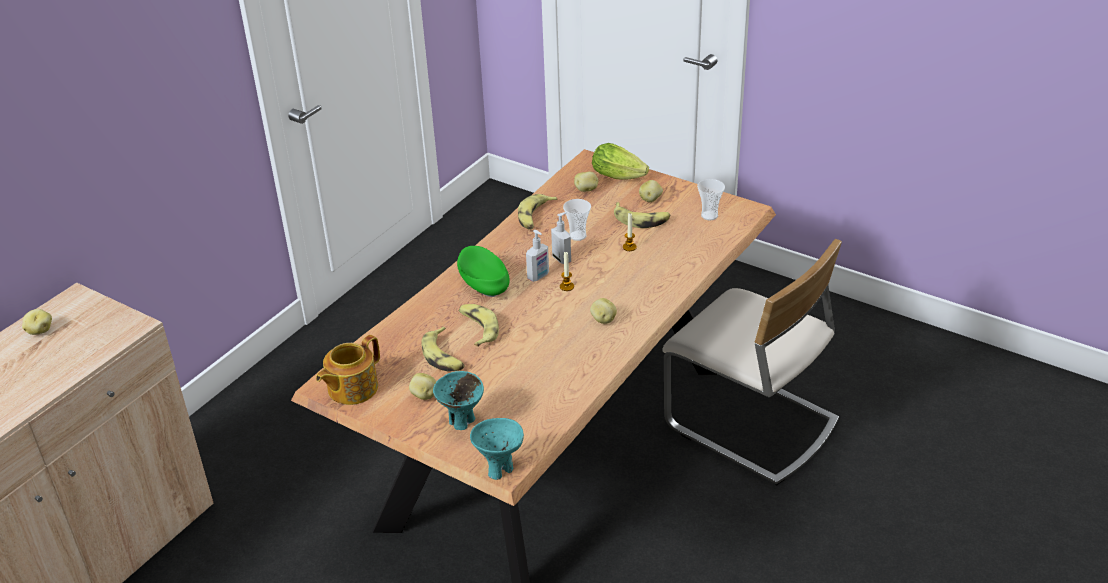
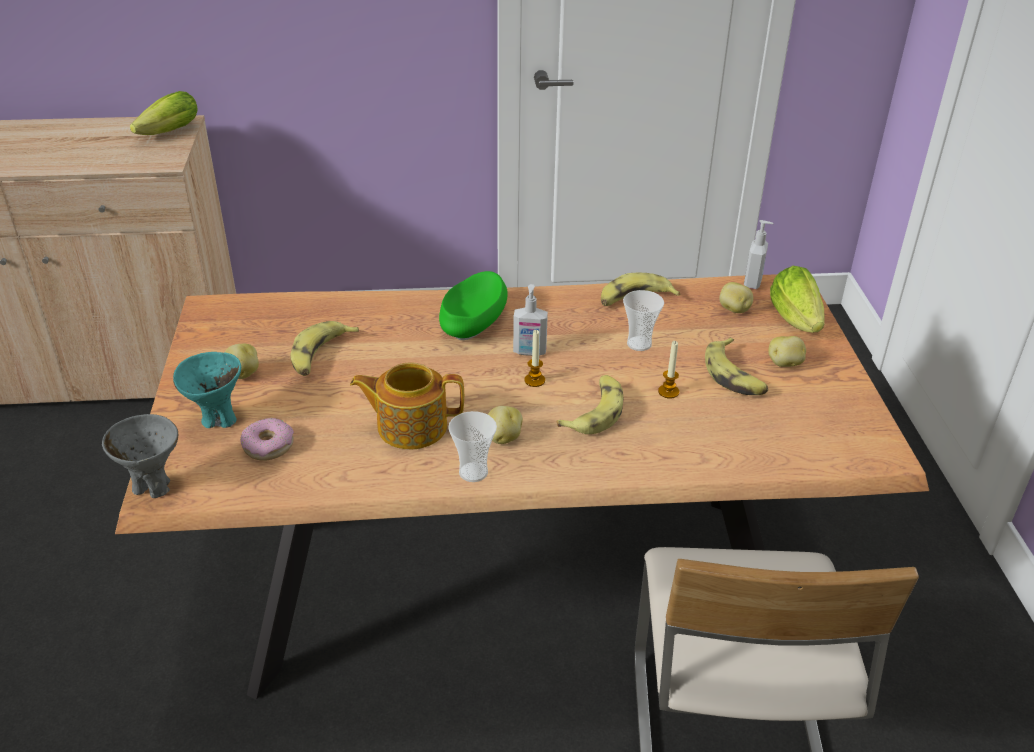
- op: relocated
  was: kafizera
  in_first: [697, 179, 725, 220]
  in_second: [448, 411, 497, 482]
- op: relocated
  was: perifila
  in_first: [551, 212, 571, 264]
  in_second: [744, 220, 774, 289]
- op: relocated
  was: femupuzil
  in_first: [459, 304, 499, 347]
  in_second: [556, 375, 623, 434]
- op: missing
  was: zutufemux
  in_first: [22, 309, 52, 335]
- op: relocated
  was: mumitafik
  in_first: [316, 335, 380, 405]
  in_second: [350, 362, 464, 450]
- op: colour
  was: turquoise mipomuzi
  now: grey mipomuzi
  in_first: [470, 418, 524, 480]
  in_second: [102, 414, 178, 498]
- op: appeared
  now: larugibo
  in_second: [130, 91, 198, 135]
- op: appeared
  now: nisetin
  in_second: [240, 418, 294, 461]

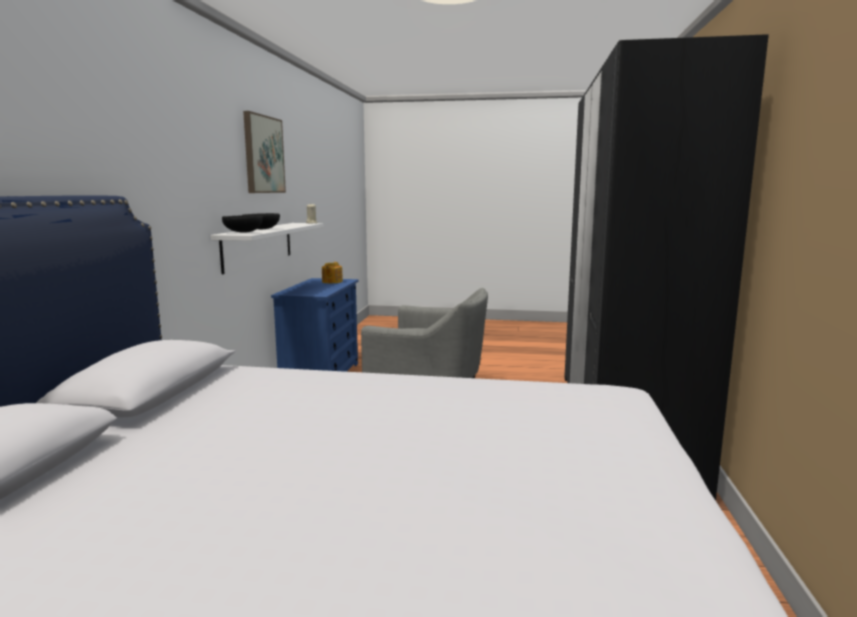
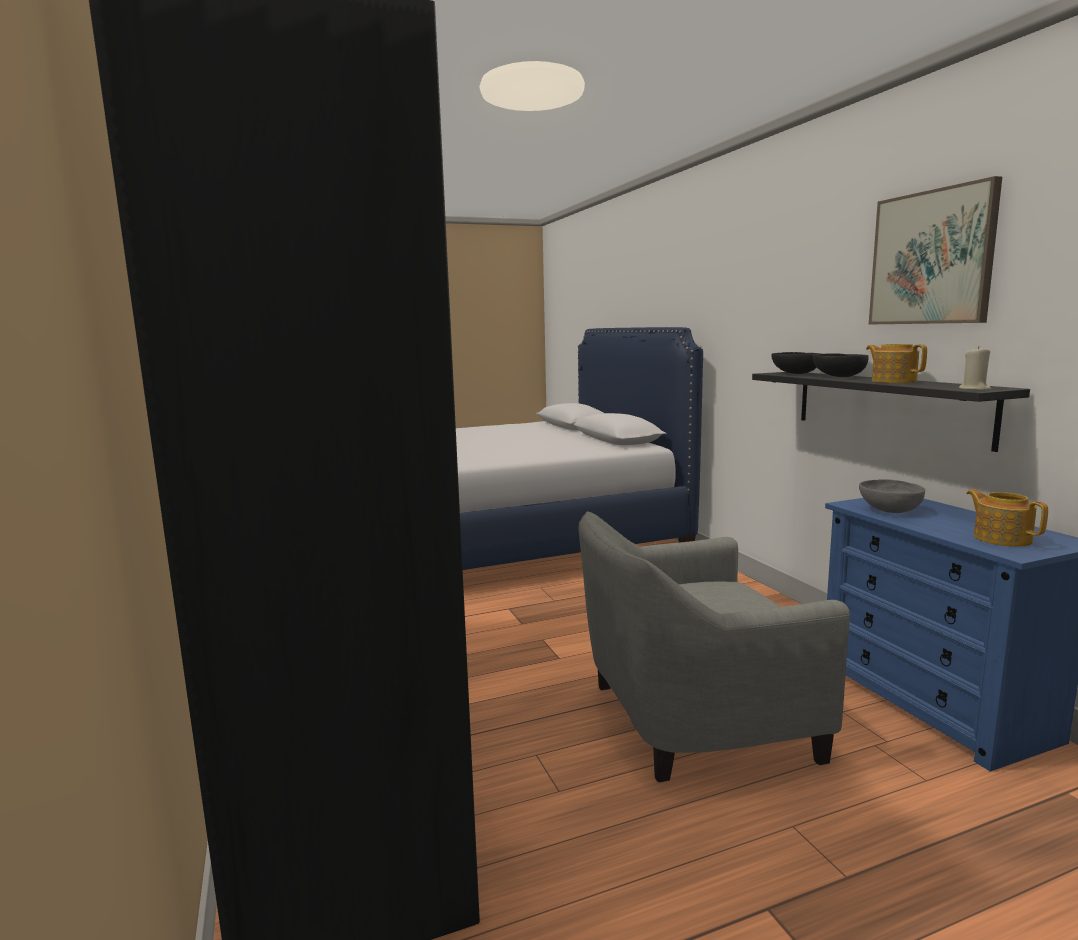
- op: colour
  was: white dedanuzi
  now: black dedanuzi
  in_first: [211, 223, 324, 274]
  in_second: [752, 372, 1030, 452]
- op: appeared
  now: mumitafik
  in_second: [866, 344, 927, 383]
- op: appeared
  now: grey mipomuzi
  in_second: [859, 479, 925, 513]

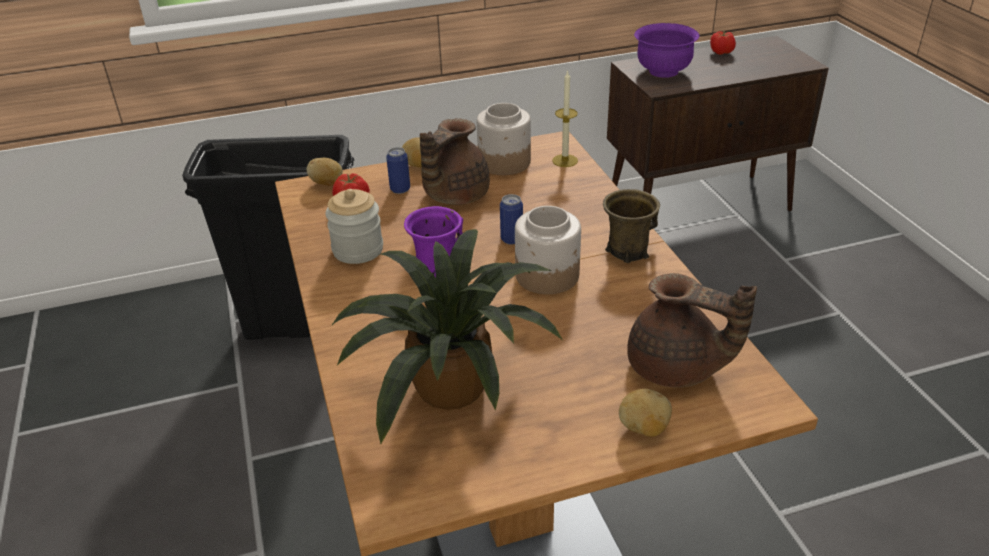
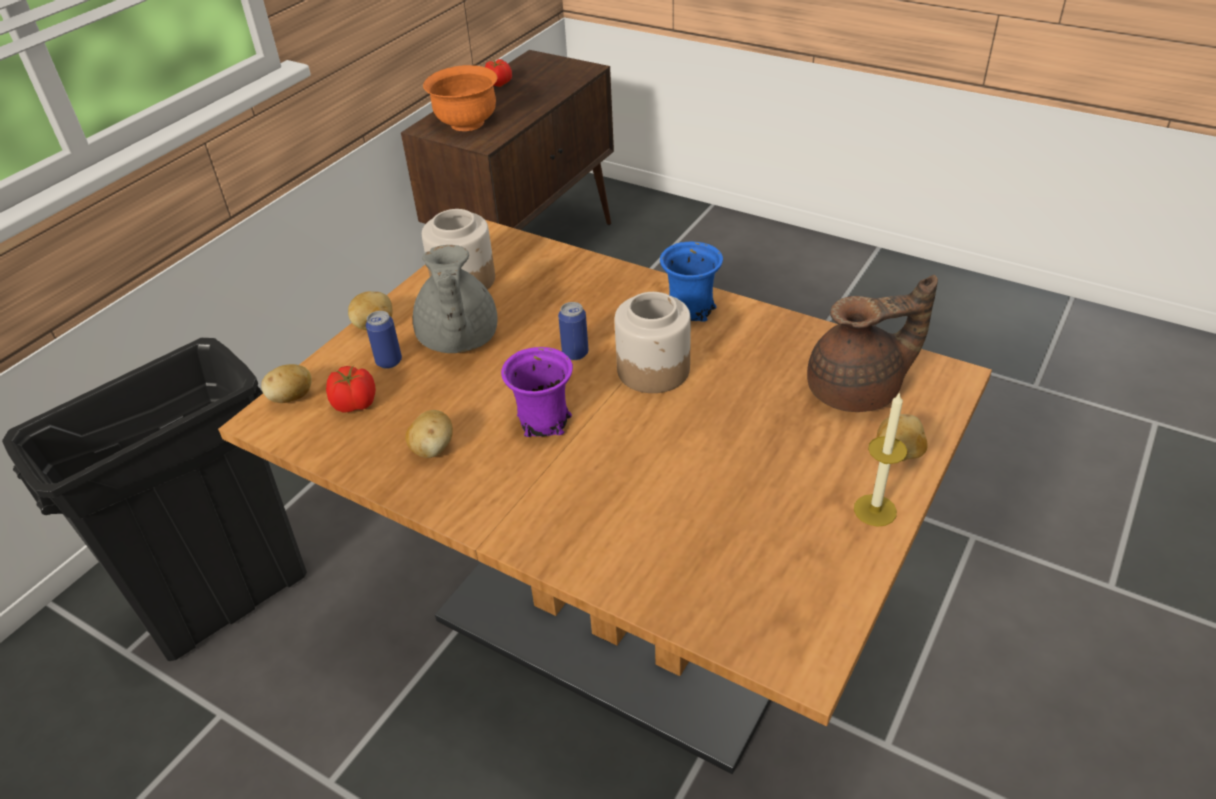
- op: colour
  was: purple mipomuzi
  now: orange mipomuzi
  in_first: [634, 23, 700, 78]
  in_second: [423, 65, 497, 131]
- op: relocated
  was: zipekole
  in_first: [552, 70, 578, 167]
  in_second: [854, 392, 907, 527]
- op: colour
  was: brown mumitafik
  now: grey mumitafik
  in_first: [420, 118, 490, 205]
  in_second: [413, 245, 497, 353]
- op: exchanged
  was: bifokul
  now: zutufemux
  in_first: [325, 189, 383, 264]
  in_second: [405, 410, 453, 458]
- op: colour
  was: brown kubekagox
  now: blue kubekagox
  in_first: [603, 189, 660, 263]
  in_second: [660, 241, 723, 322]
- op: missing
  was: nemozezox
  in_first: [331, 229, 563, 444]

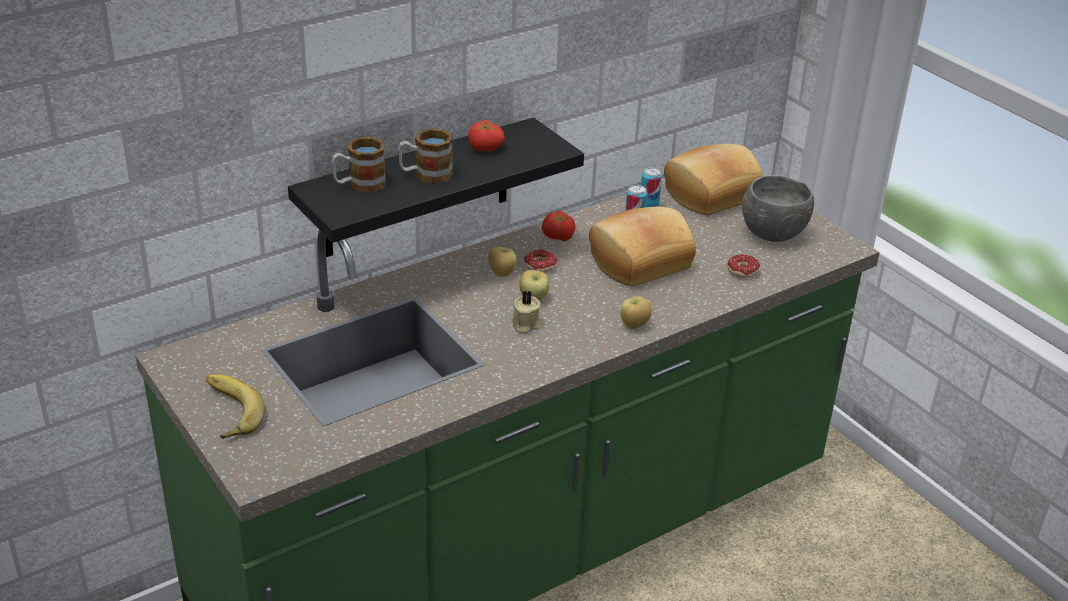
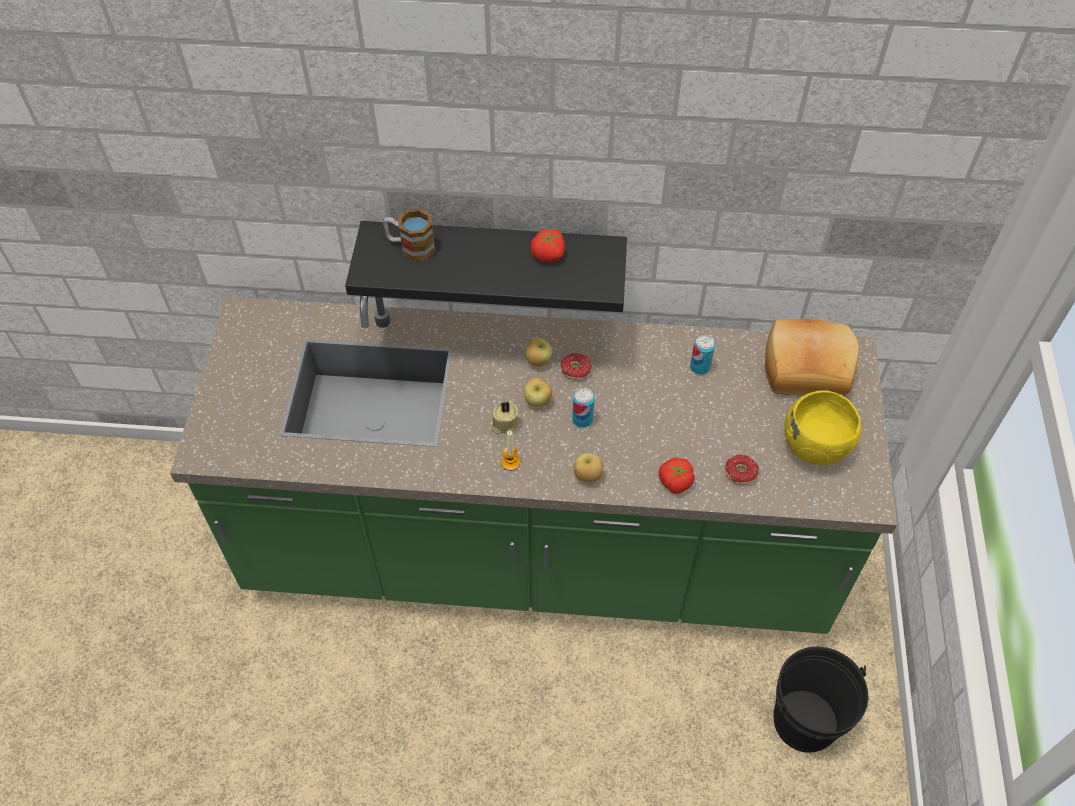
- op: missing
  was: kubekagox
  in_first: [398, 128, 453, 184]
- op: relocated
  was: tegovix
  in_first: [641, 167, 662, 207]
  in_second: [572, 388, 595, 428]
- op: colour
  was: grey mipomuzi
  now: yellow mipomuzi
  in_first: [742, 175, 814, 242]
  in_second: [784, 390, 861, 465]
- op: missing
  was: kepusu
  in_first: [589, 207, 696, 286]
- op: relocated
  was: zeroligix
  in_first: [542, 211, 575, 241]
  in_second: [659, 457, 695, 494]
- op: missing
  was: femupuzil
  in_first: [206, 374, 265, 439]
- op: appeared
  now: zipekole
  in_second: [501, 430, 520, 471]
- op: appeared
  now: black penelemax
  in_second: [773, 647, 869, 753]

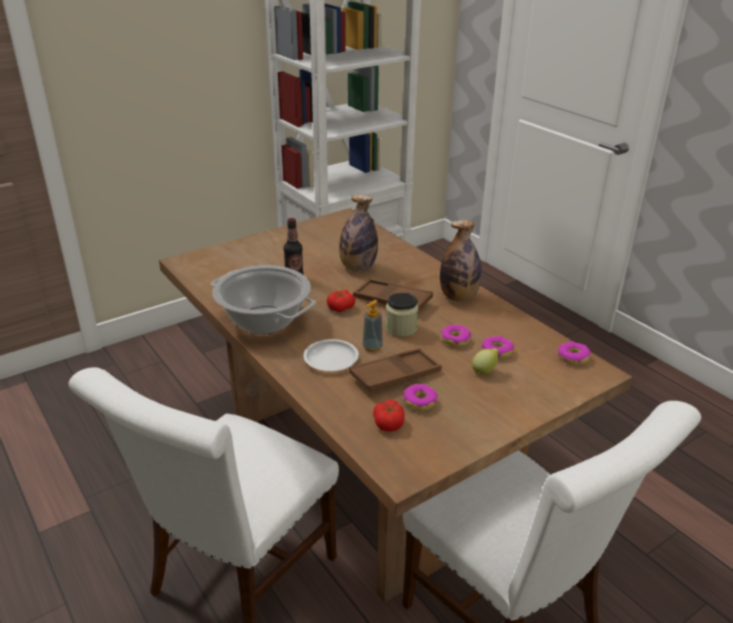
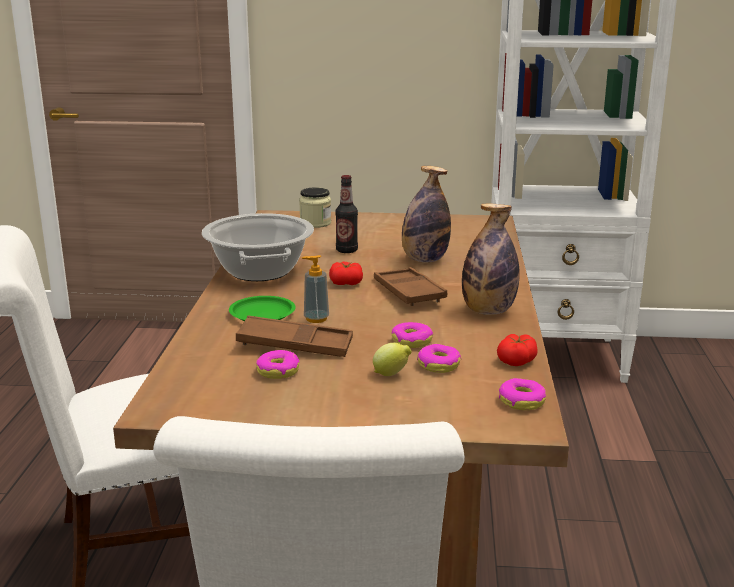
- op: relocated
  was: bifokul
  in_first: [385, 293, 419, 337]
  in_second: [299, 187, 331, 228]
- op: colour
  was: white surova
  now: green surova
  in_first: [304, 339, 359, 371]
  in_second: [229, 296, 295, 321]
- op: relocated
  was: zeroligix
  in_first: [373, 400, 405, 431]
  in_second: [497, 334, 538, 366]

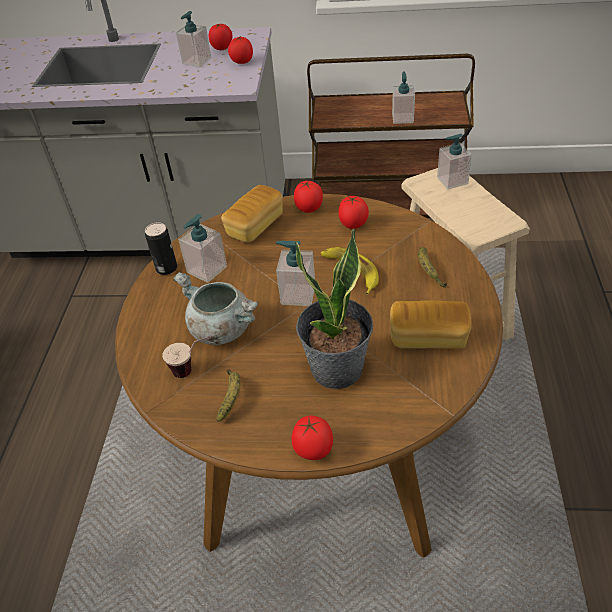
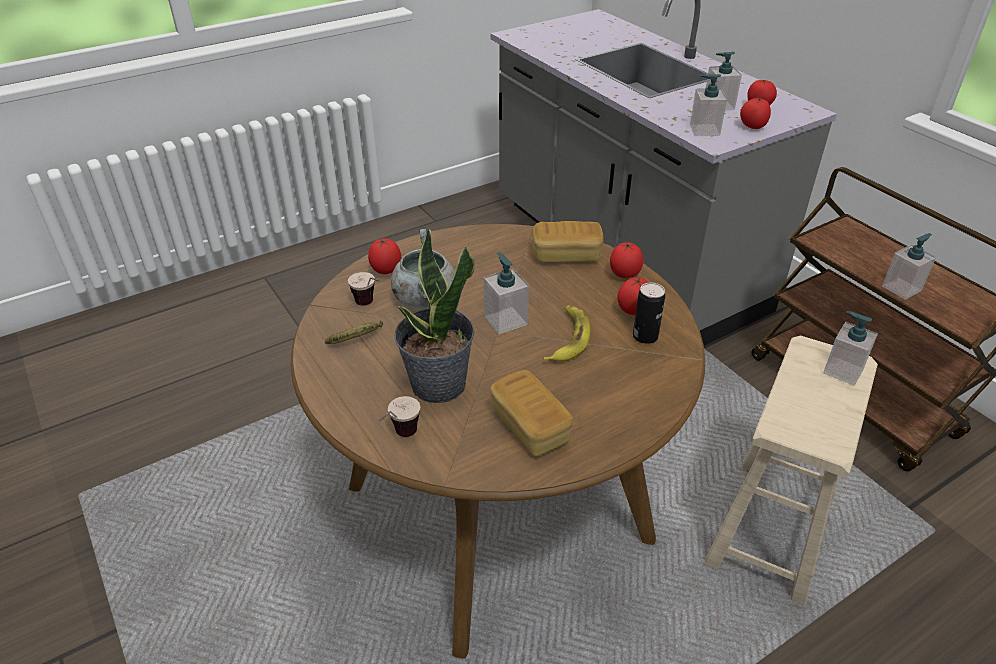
- op: relocated
  was: perifila
  in_first: [178, 214, 227, 283]
  in_second: [690, 74, 727, 136]
- op: relocated
  was: tegovix
  in_first: [145, 222, 177, 275]
  in_second: [633, 283, 665, 344]
- op: missing
  was: femupuzil
  in_first: [418, 247, 447, 288]
- op: relocated
  was: zeroligix
  in_first: [291, 416, 333, 460]
  in_second: [368, 238, 401, 274]
- op: appeared
  now: kafizera
  in_second: [378, 396, 420, 437]

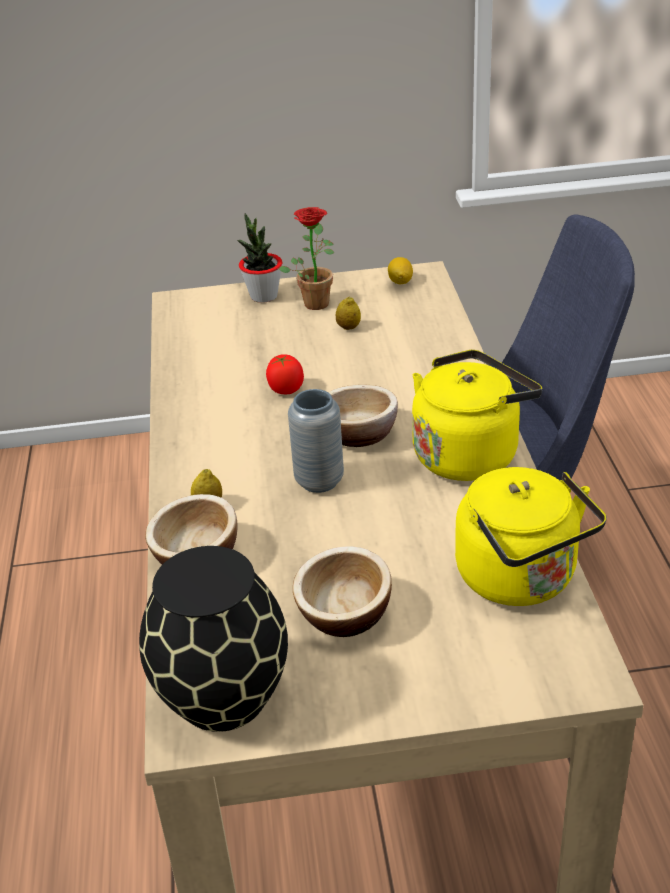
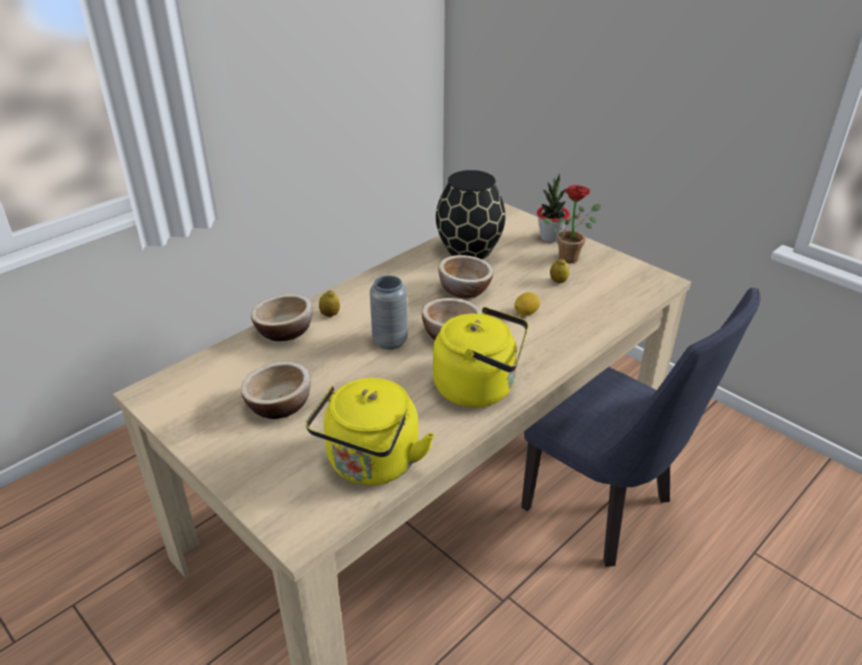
- op: relocated
  was: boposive
  in_first: [388, 257, 413, 284]
  in_second: [514, 292, 540, 316]
- op: exchanged
  was: zeroligix
  now: mipomuzi
  in_first: [266, 354, 304, 394]
  in_second: [439, 255, 494, 298]
- op: relocated
  was: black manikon
  in_first: [139, 546, 288, 732]
  in_second: [436, 170, 505, 259]

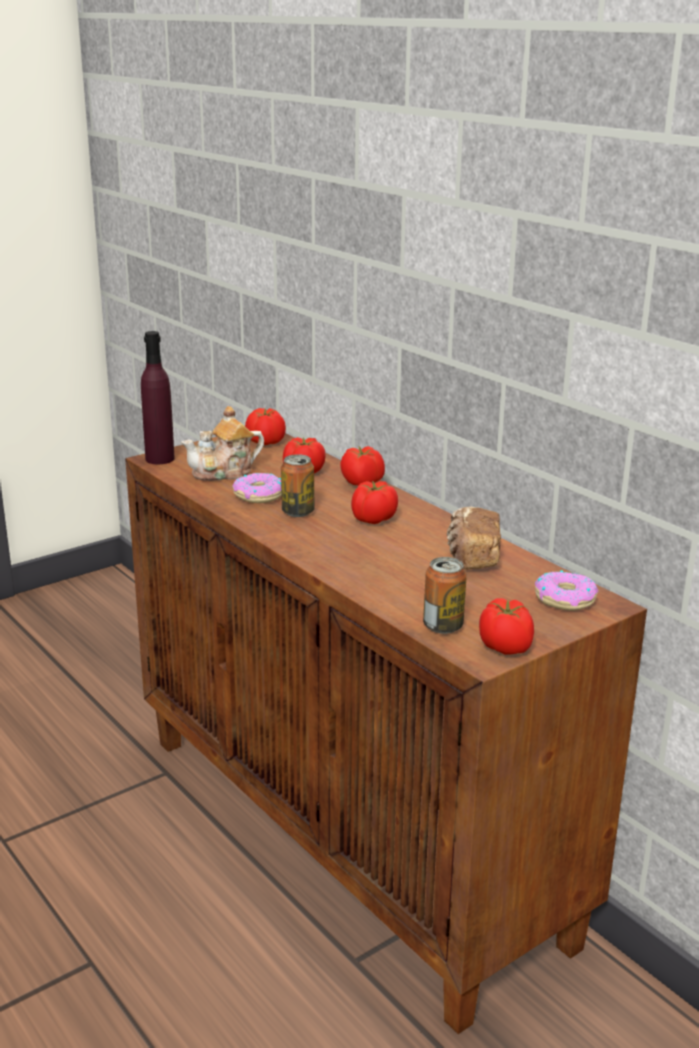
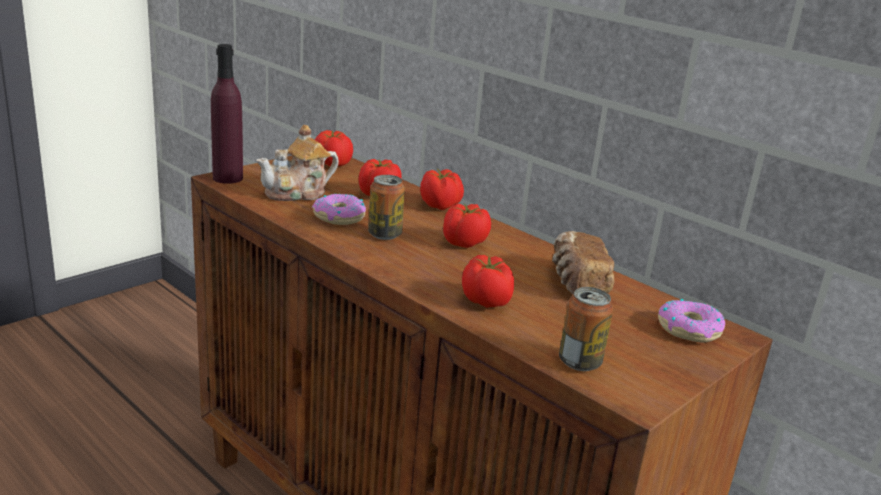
- op: relocated
  was: zeroligix
  in_first: [479, 598, 534, 655]
  in_second: [462, 255, 514, 308]

